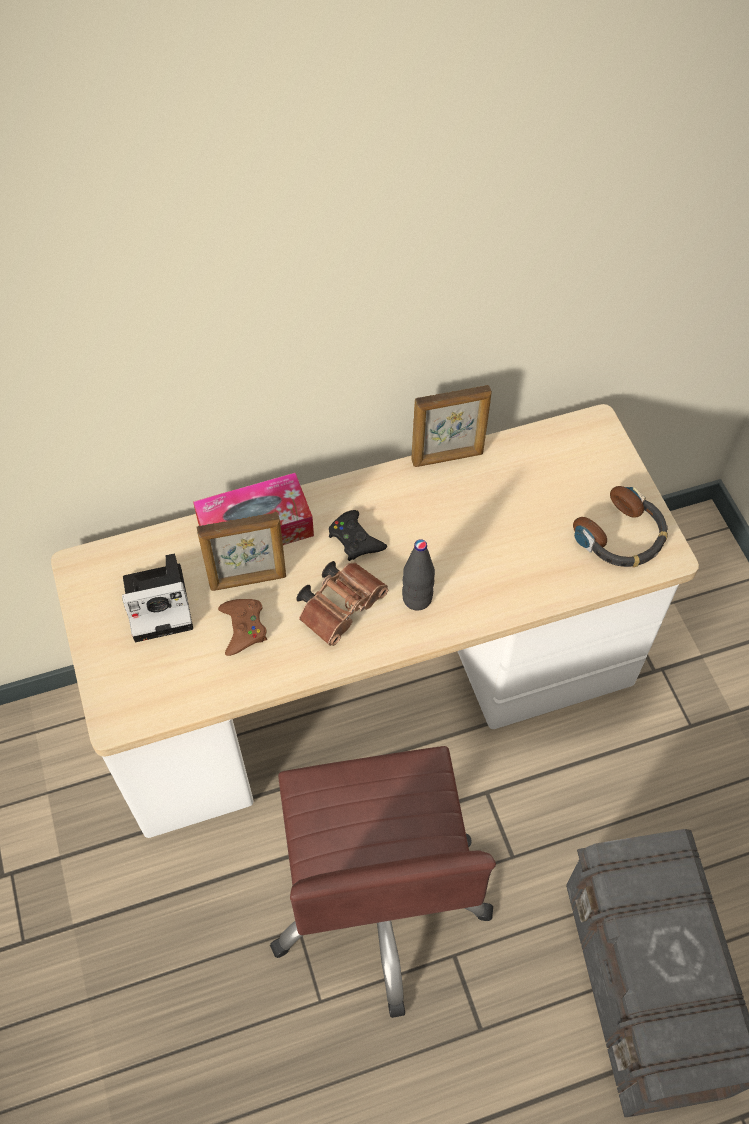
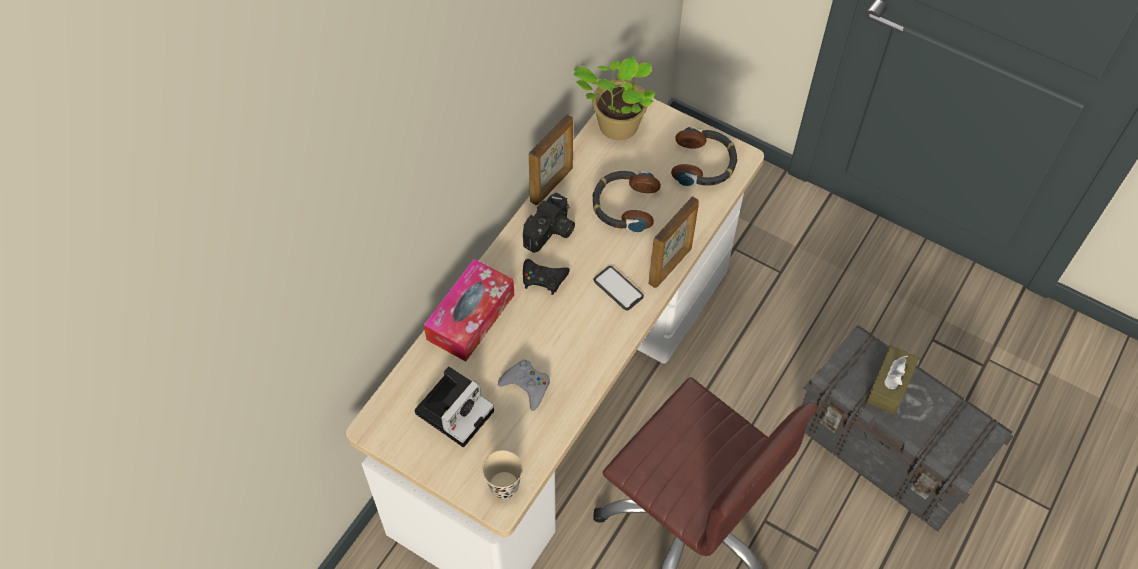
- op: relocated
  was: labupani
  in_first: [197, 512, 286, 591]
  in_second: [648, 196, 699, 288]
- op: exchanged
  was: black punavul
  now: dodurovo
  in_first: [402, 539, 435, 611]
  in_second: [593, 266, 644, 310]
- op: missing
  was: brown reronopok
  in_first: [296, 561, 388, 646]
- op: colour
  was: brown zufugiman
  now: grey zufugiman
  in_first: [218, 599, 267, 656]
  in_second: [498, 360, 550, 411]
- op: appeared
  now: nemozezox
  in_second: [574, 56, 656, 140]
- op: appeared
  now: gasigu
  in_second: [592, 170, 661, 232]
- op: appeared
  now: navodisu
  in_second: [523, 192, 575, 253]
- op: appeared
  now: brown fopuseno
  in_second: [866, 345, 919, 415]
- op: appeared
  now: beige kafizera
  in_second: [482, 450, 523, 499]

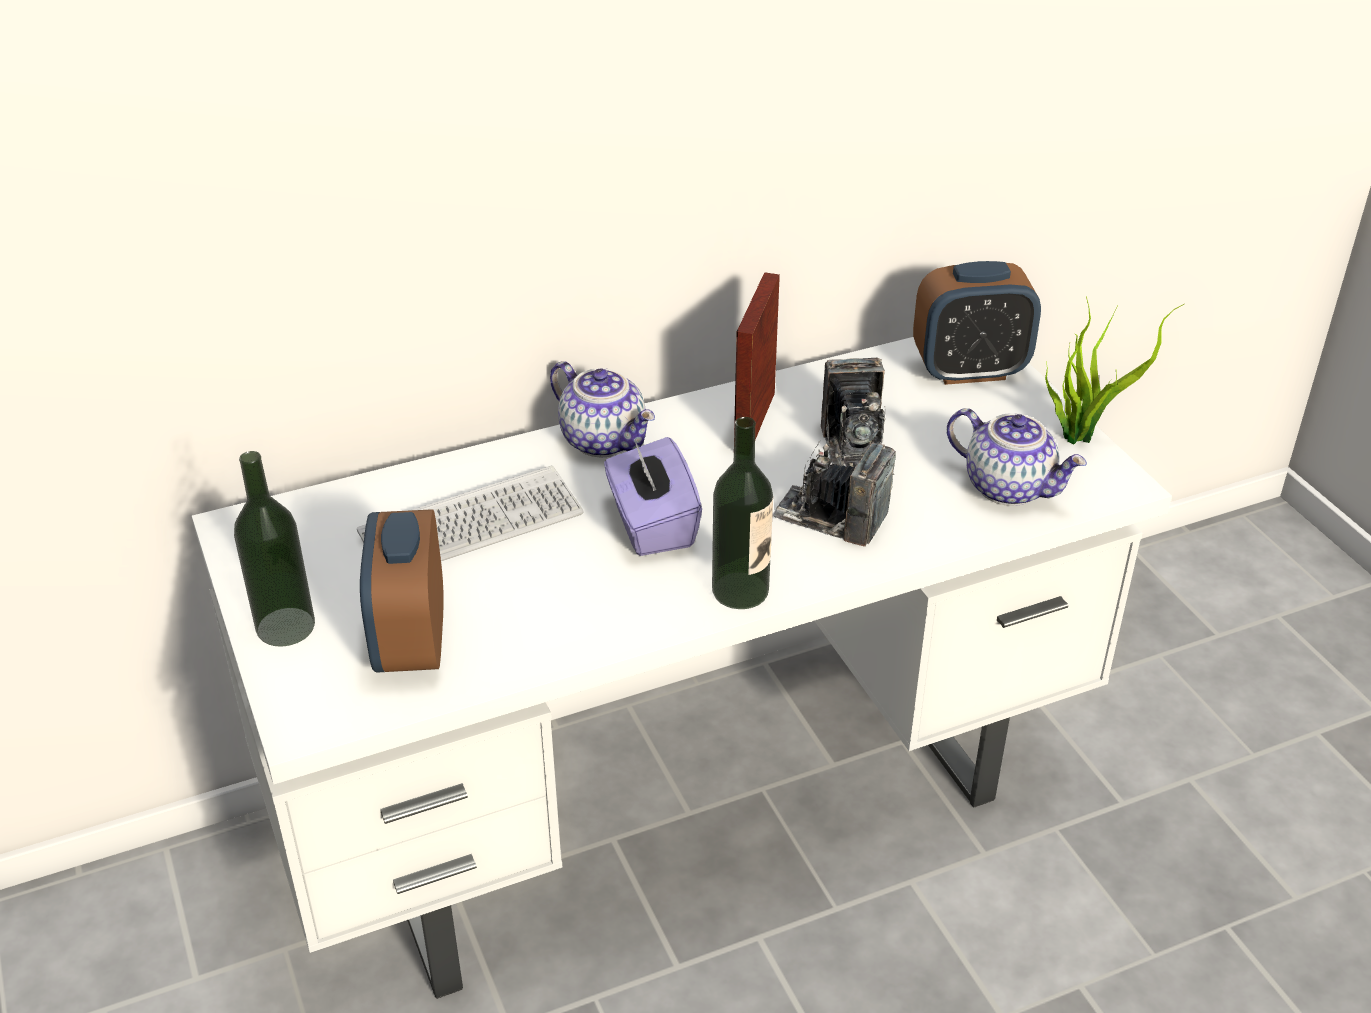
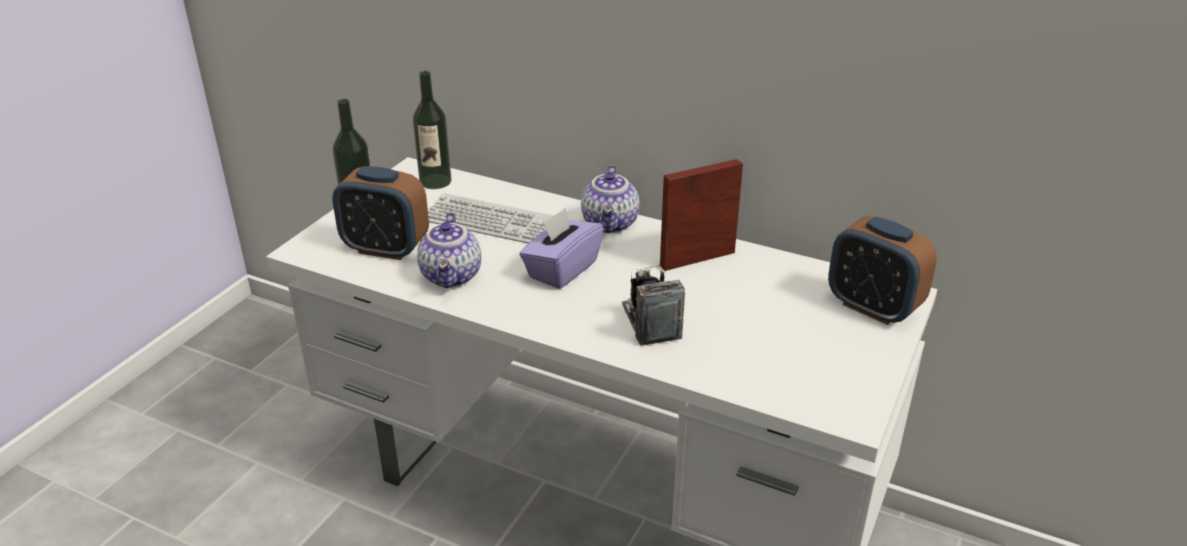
- op: missing
  was: nemozezox
  in_first: [1045, 296, 1184, 445]
- op: missing
  was: navodisu
  in_first: [821, 357, 885, 467]
- op: relocated
  was: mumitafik
  in_first: [947, 408, 1087, 506]
  in_second: [417, 212, 481, 288]
- op: relocated
  was: punavul
  in_first: [712, 417, 773, 609]
  in_second: [413, 71, 451, 189]
- op: spun
  was: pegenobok
  in_first: [360, 509, 444, 673]
  in_second: [332, 166, 429, 260]
  clockwise: -120

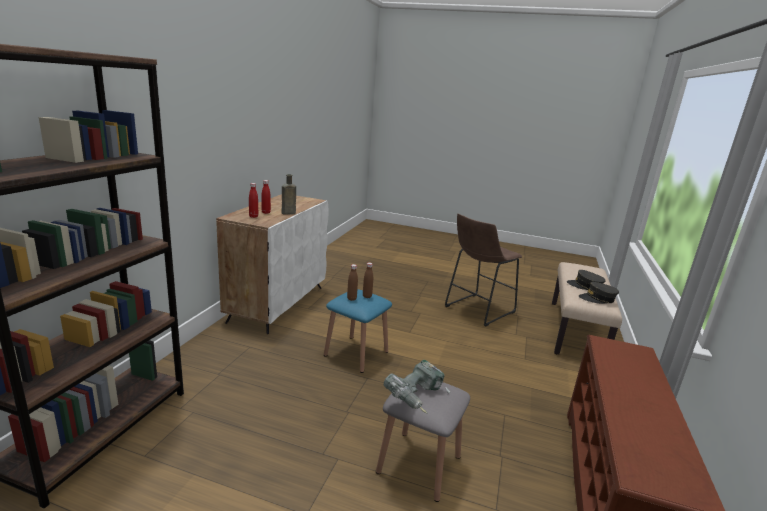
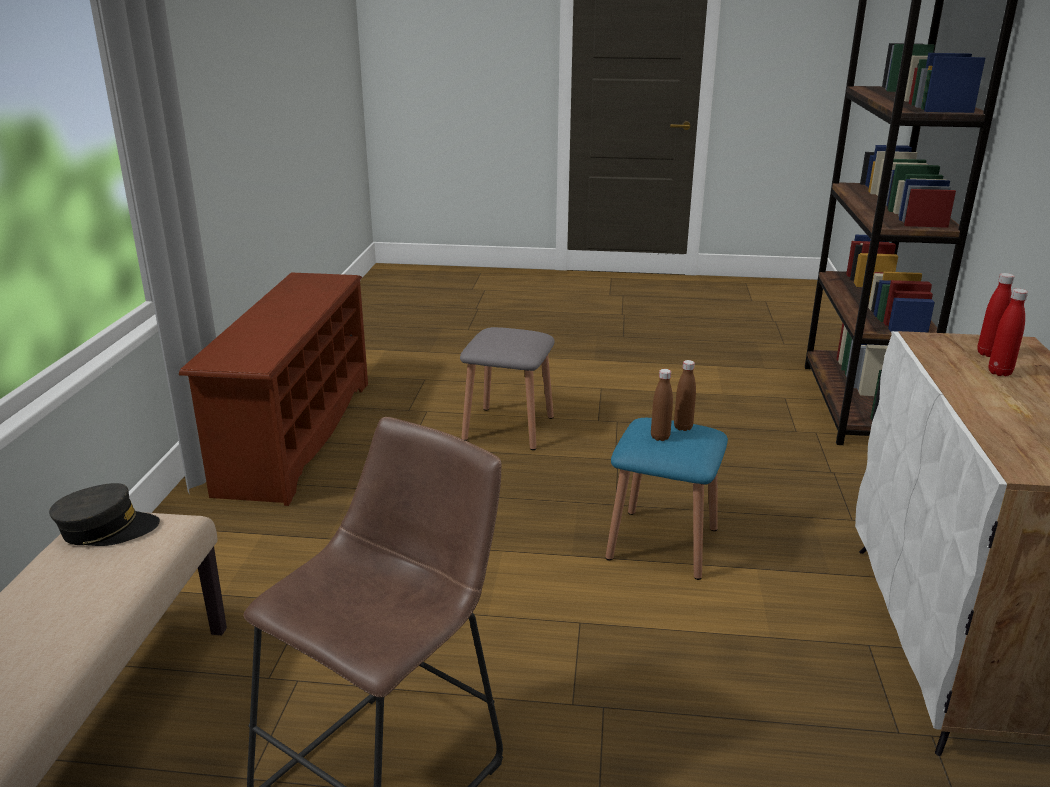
- op: missing
  was: brown punavul
  in_first: [282, 174, 296, 215]
- op: missing
  was: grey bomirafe
  in_first: [567, 270, 606, 290]
- op: missing
  was: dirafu
  in_first: [384, 360, 450, 414]

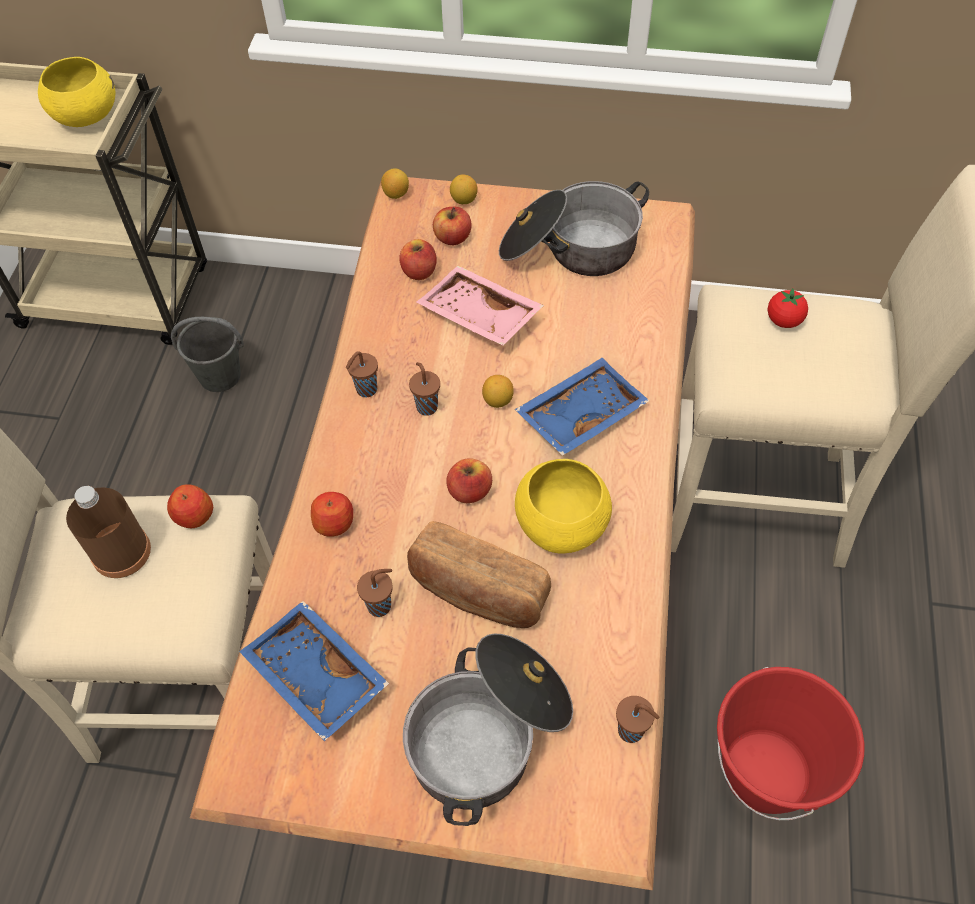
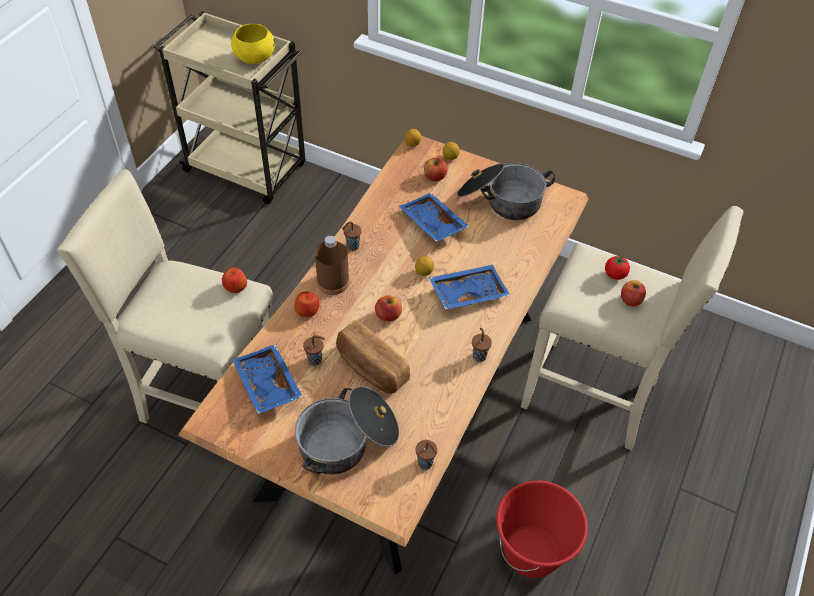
- op: relocated
  was: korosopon
  in_first: [399, 239, 437, 280]
  in_second: [621, 280, 646, 307]
- op: colour
  was: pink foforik
  now: blue foforik
  in_first: [417, 266, 544, 346]
  in_second: [399, 193, 470, 242]
- op: missing
  was: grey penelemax
  in_first: [171, 317, 244, 392]
- op: relocated
  was: brown kafizera
  in_first: [409, 362, 440, 416]
  in_second: [472, 328, 492, 362]
- op: missing
  was: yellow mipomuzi
  in_first: [515, 459, 612, 554]
- op: relocated
  was: brown punavul
  in_first: [66, 486, 151, 578]
  in_second: [315, 236, 350, 295]

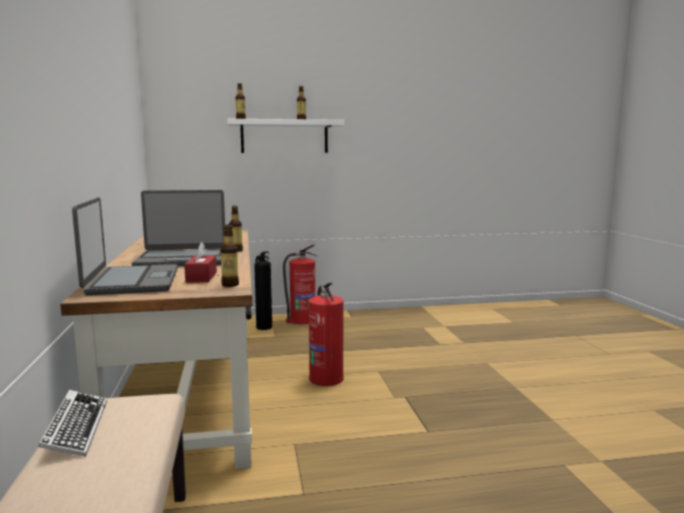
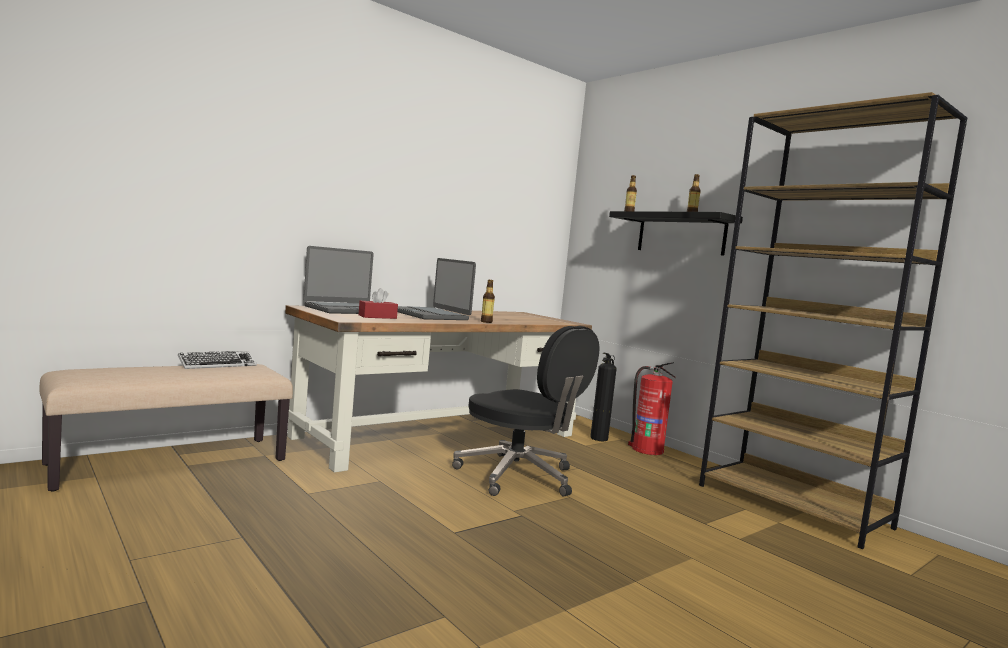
- op: colour
  was: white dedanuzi
  now: black dedanuzi
  in_first: [227, 119, 344, 153]
  in_second: [609, 211, 743, 256]
- op: missing
  was: punavul
  in_first: [220, 225, 239, 287]
- op: exchanged
  was: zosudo
  now: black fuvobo
  in_first: [309, 283, 344, 386]
  in_second: [452, 326, 600, 496]
- op: appeared
  now: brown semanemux
  in_second: [699, 92, 967, 549]

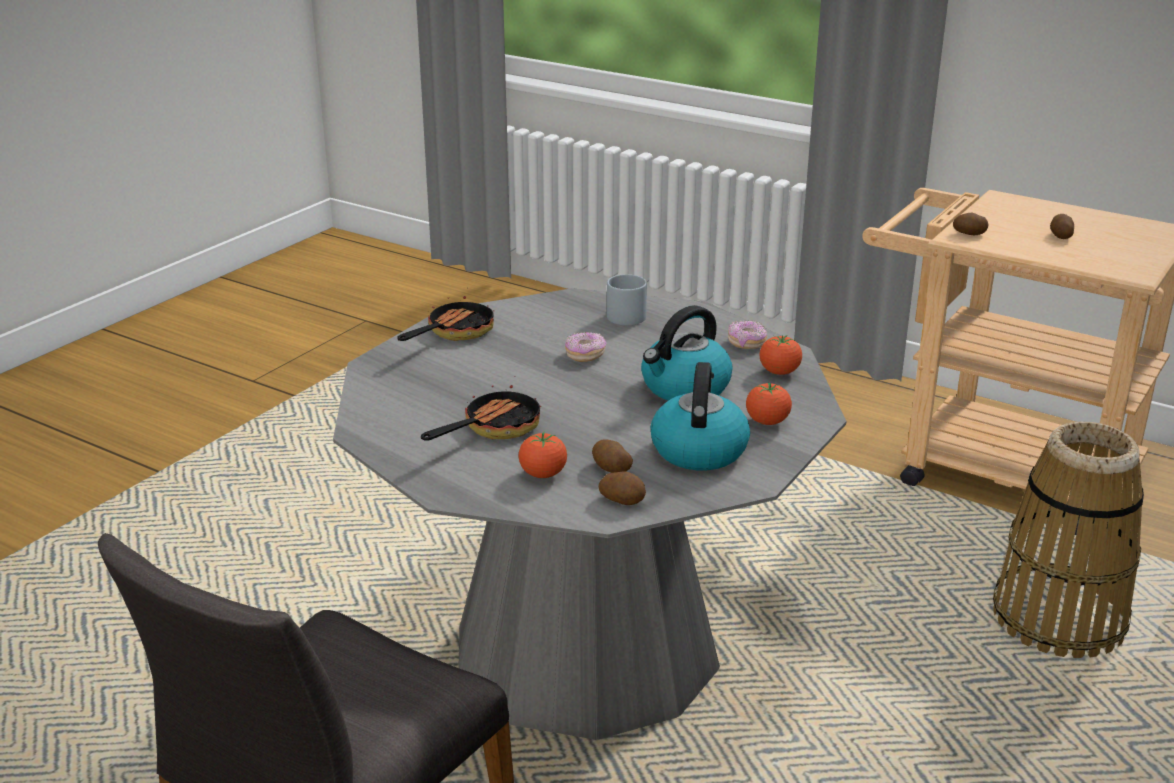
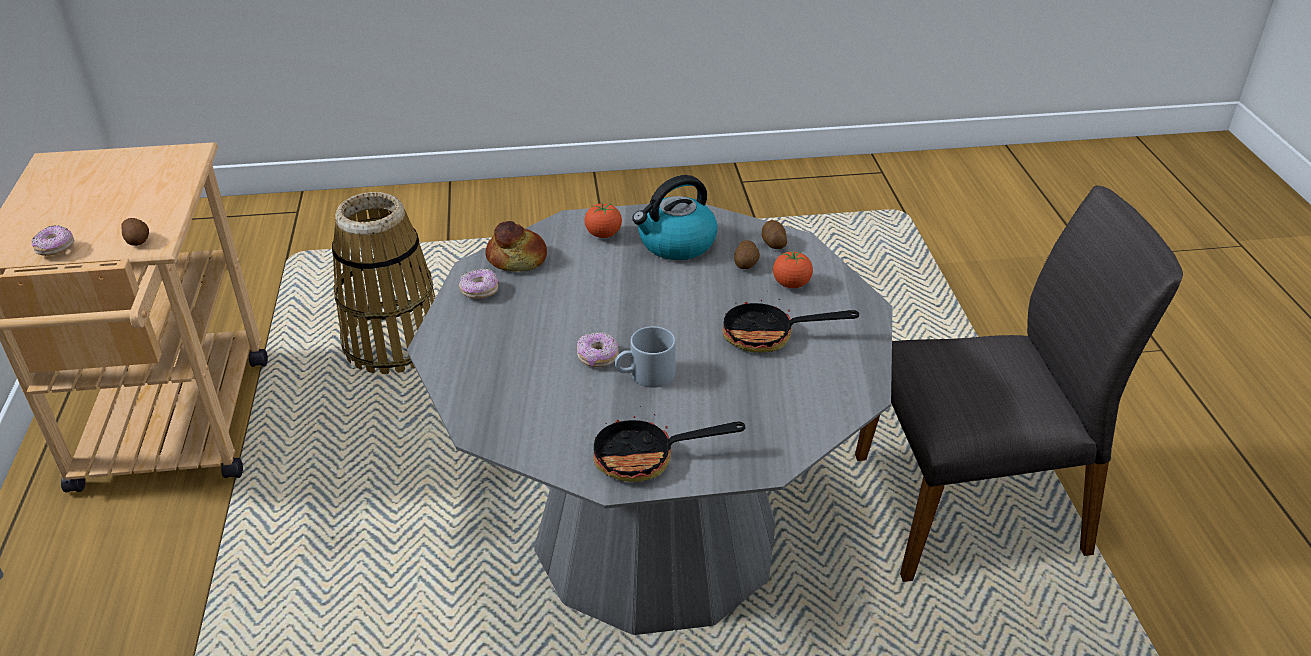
- op: missing
  was: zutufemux
  in_first: [1050, 214, 1074, 239]
- op: relocated
  was: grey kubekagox
  in_first: [607, 274, 647, 325]
  in_second: [615, 326, 676, 388]
- op: missing
  was: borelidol
  in_first: [641, 305, 733, 401]
- op: exchanged
  was: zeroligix
  now: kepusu
  in_first: [760, 335, 802, 375]
  in_second: [485, 221, 547, 272]
- op: appeared
  now: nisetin
  in_second: [31, 225, 75, 256]

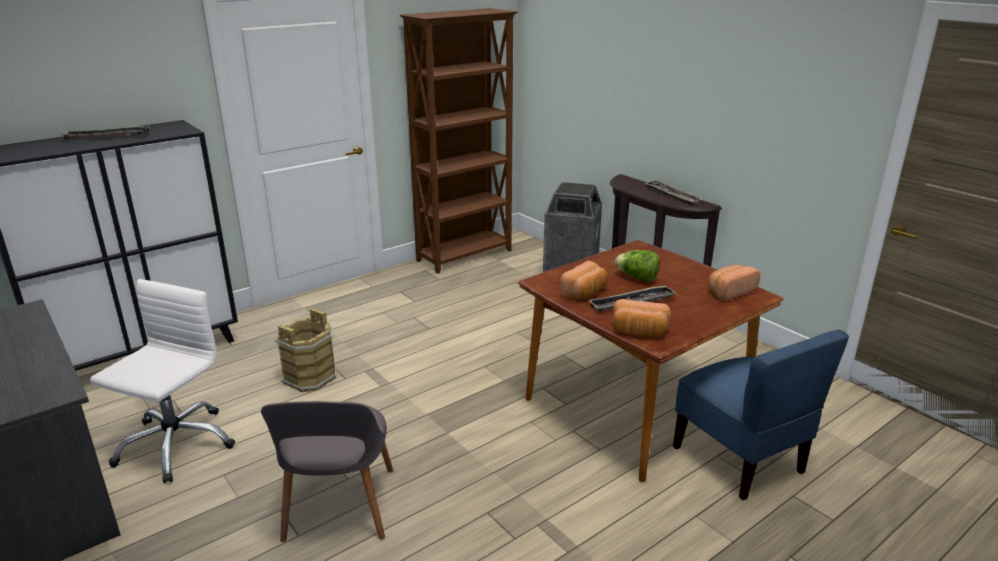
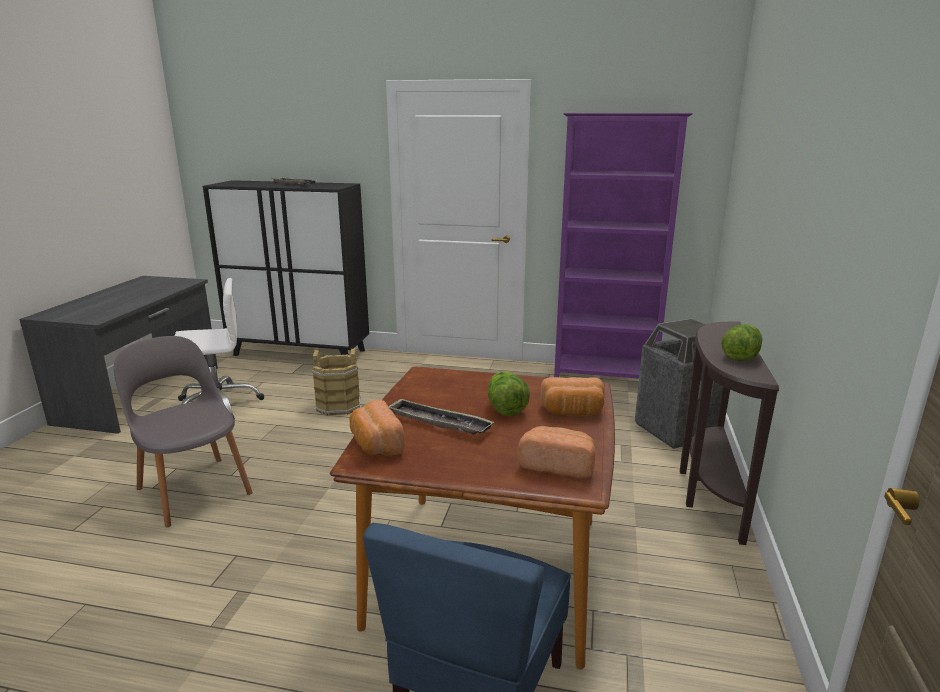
- op: colour
  was: brown semanemux
  now: purple semanemux
  in_first: [400, 8, 518, 274]
  in_second: [554, 113, 693, 379]
- op: exchanged
  was: foforik
  now: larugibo
  in_first: [644, 180, 703, 206]
  in_second: [721, 324, 762, 361]
- op: relocated
  was: kepusu
  in_first: [560, 261, 608, 299]
  in_second: [540, 377, 604, 416]
- op: spun
  was: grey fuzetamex
  in_first: [261, 401, 393, 542]
  in_second: [114, 336, 253, 527]
  clockwise: 90

